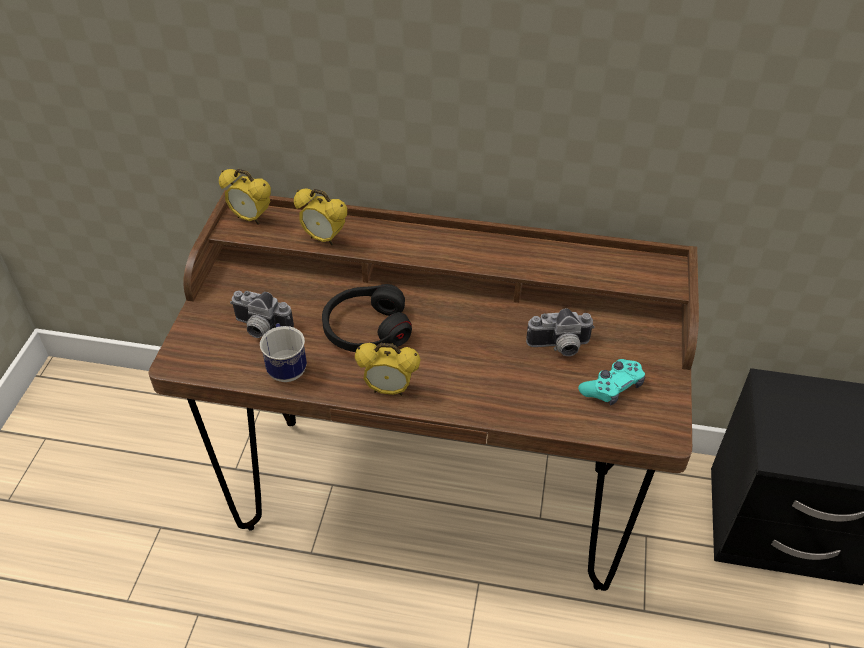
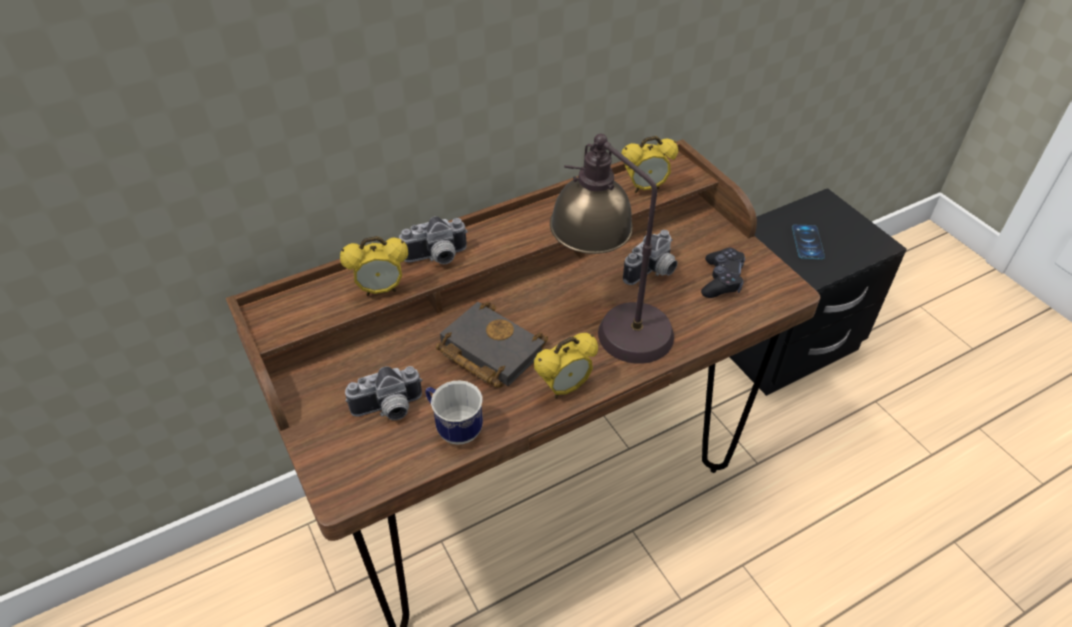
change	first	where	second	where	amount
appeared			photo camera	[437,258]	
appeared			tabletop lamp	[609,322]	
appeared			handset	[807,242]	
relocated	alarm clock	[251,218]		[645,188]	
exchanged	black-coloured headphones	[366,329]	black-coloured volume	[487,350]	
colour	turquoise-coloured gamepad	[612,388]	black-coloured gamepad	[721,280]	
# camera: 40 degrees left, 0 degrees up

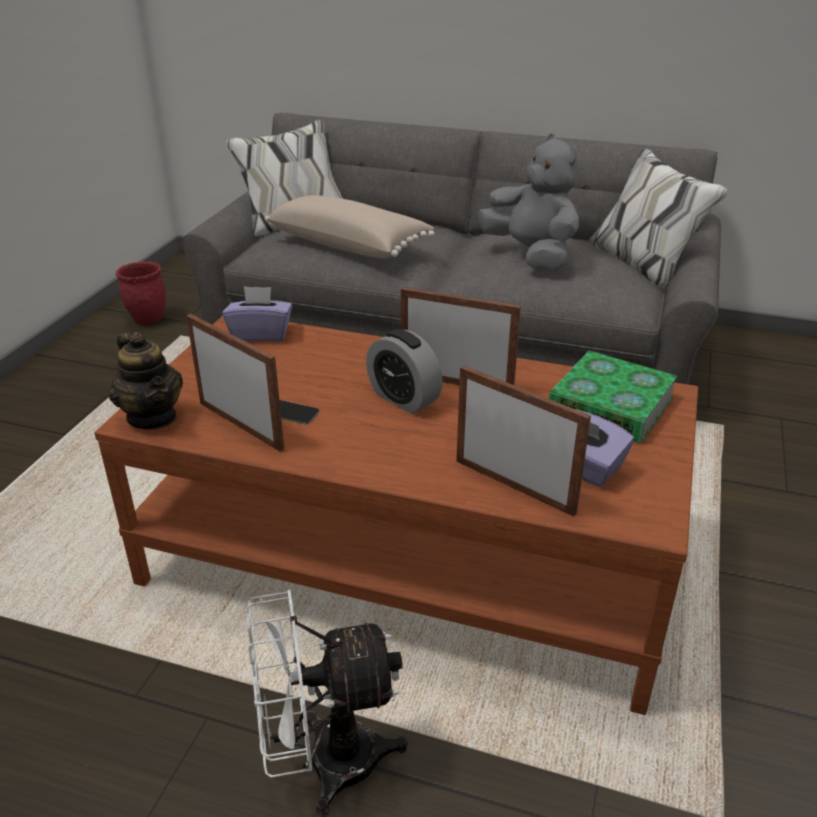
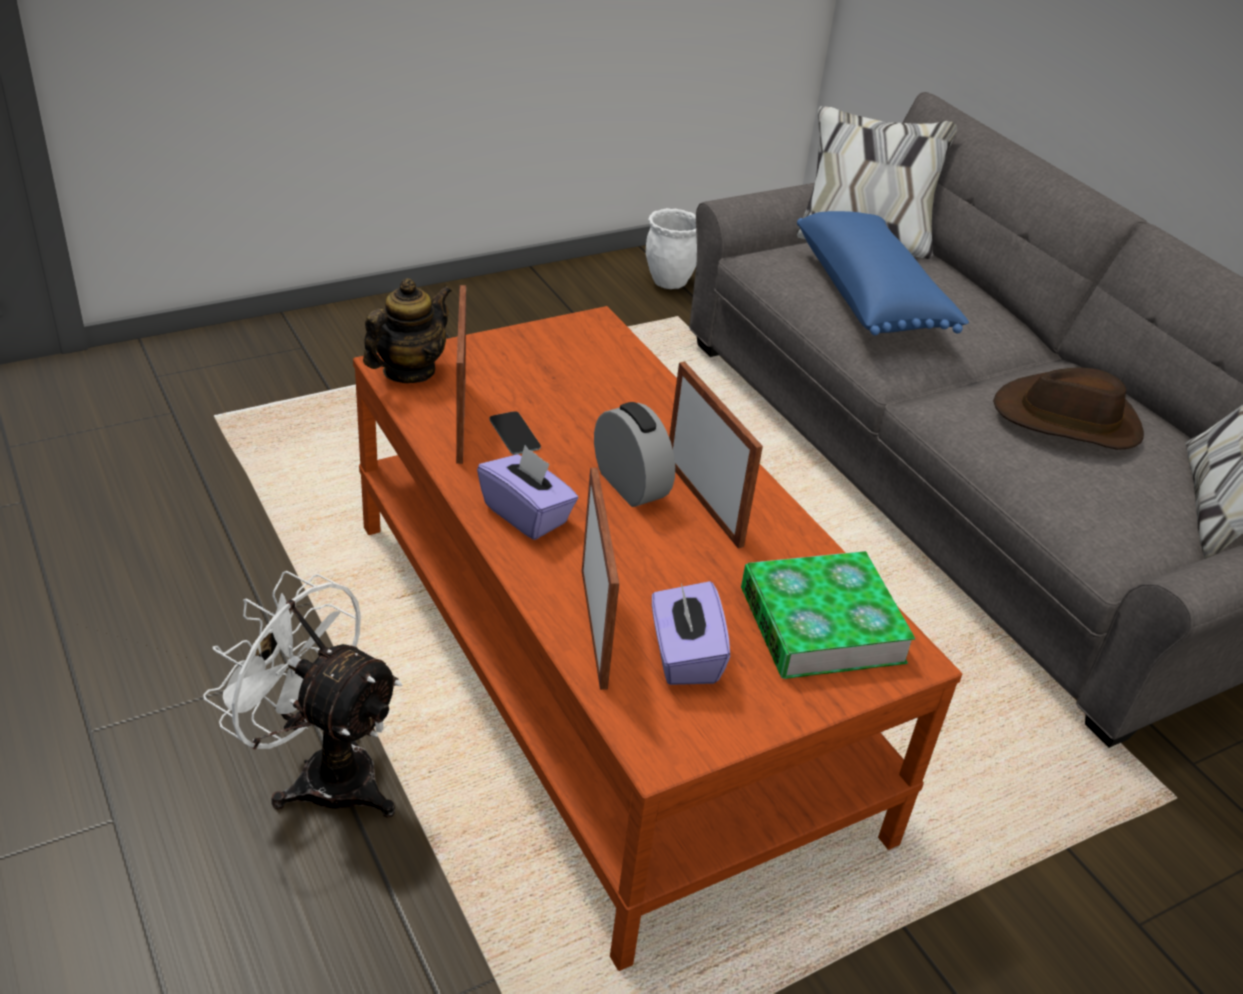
change	first	where	second	where	amount
relocated	purple-coloured box of tissues	[260,334]		[526,514]	
exchanged	gray cuddly toy	[531,256]	brownish hat	[1068,420]	
colour	red flower pot	[148,319]	white flower pot	[669,282]	
colour	beige pillow	[350,244]	blue-coloured pillow	[871,296]	
spun	tea pot	[153,417]		[408,371]	150 degrees counterclockwise
spun	alarm clock	[403,398]		[630,485]	150 degrees clockwise
# camera: 40 degrees right, 5 degrees up

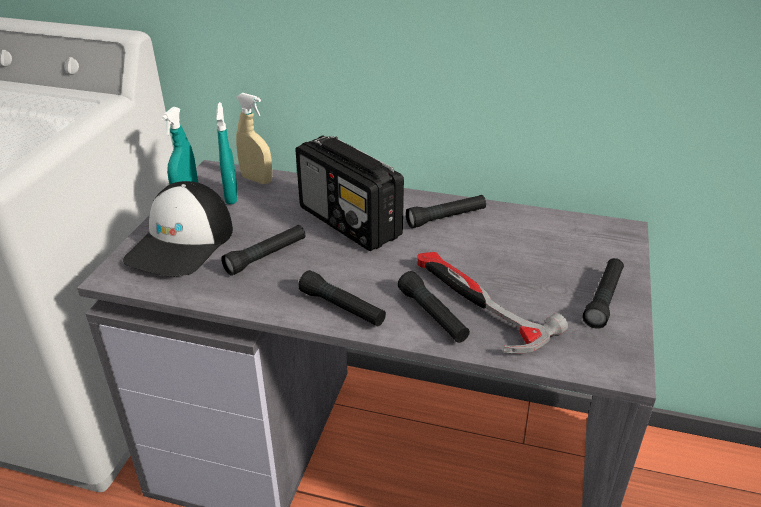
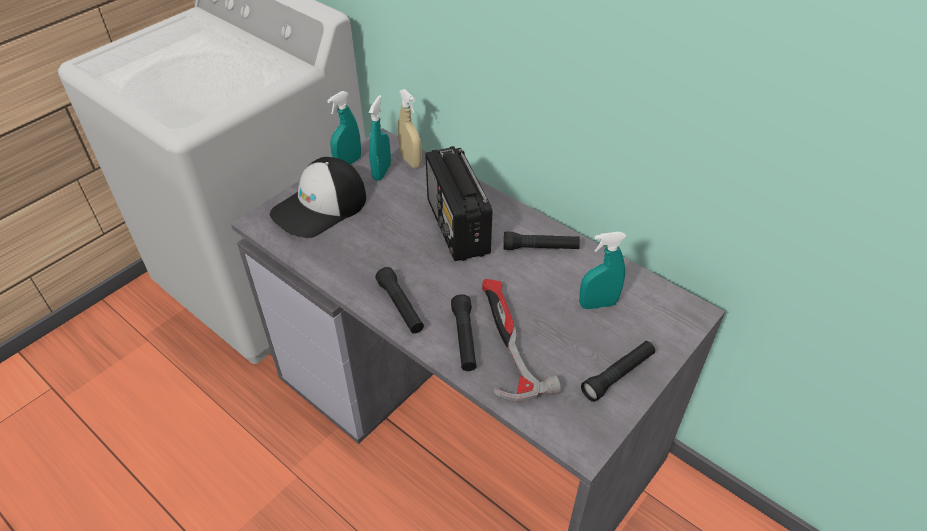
change	first	where	second	where	amount
missing	black-coloured flashlight	[266,256]			
appeared			turquoise-coloured hand sprayer	[598,304]	
# camera: 25 degrees right, 10 degrees up

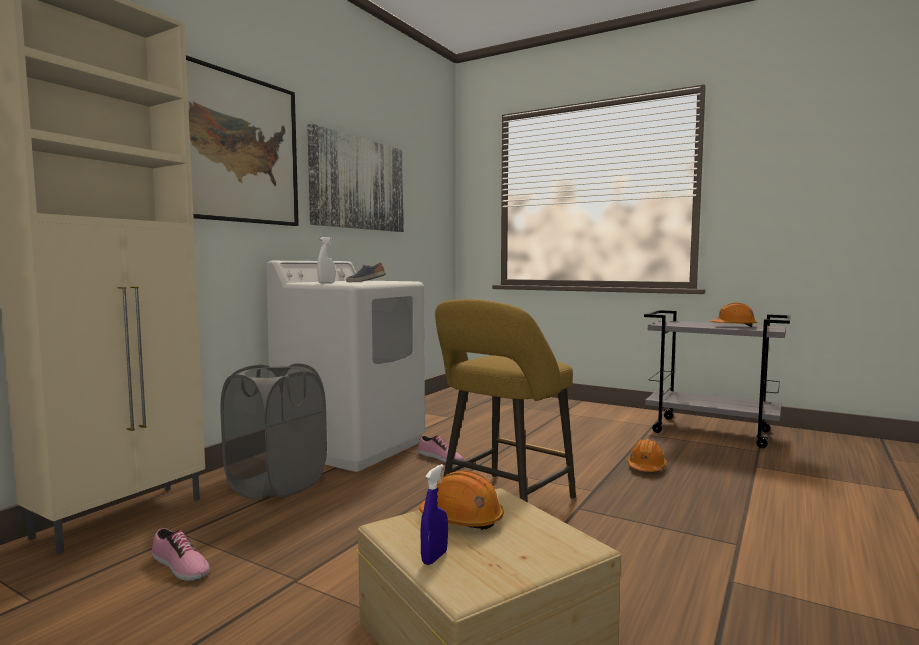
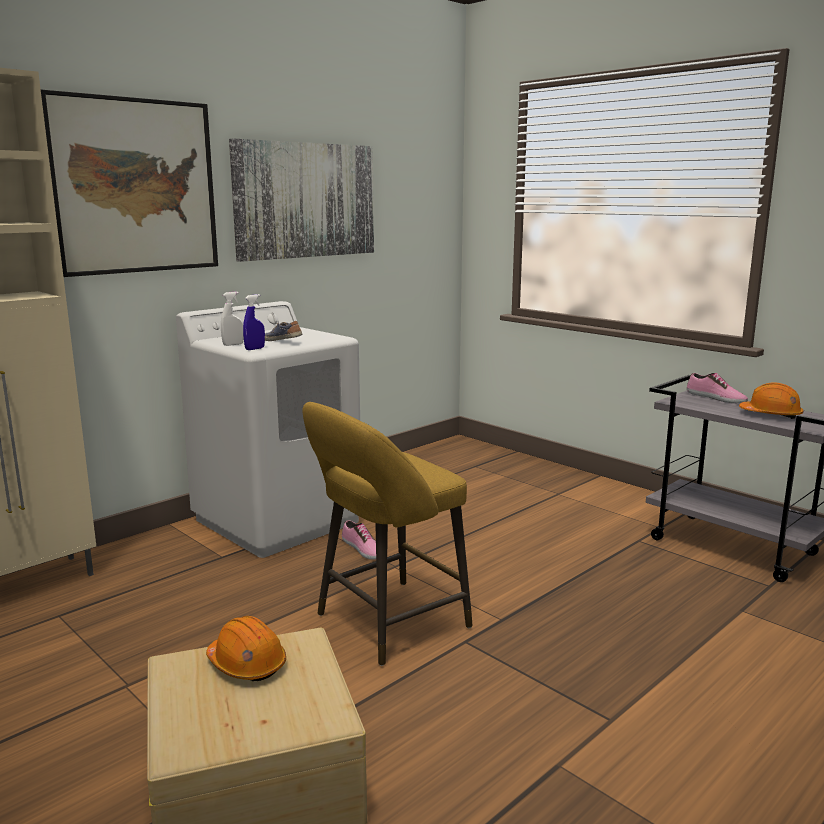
change	first	where	second	where	amount
missing	gray washing basket	[276,485]			
missing	orange-coloured hard hat	[646,467]			
relocated	shoe	[179,566]		[715,398]	
relocated	blue-coloured hand sprayer	[434,557]		[255,349]	
# camera: 15 degrees right, 10 degrees up

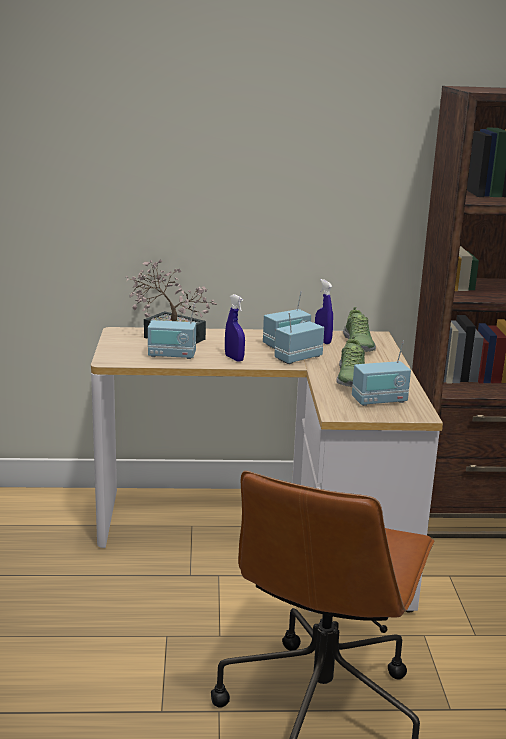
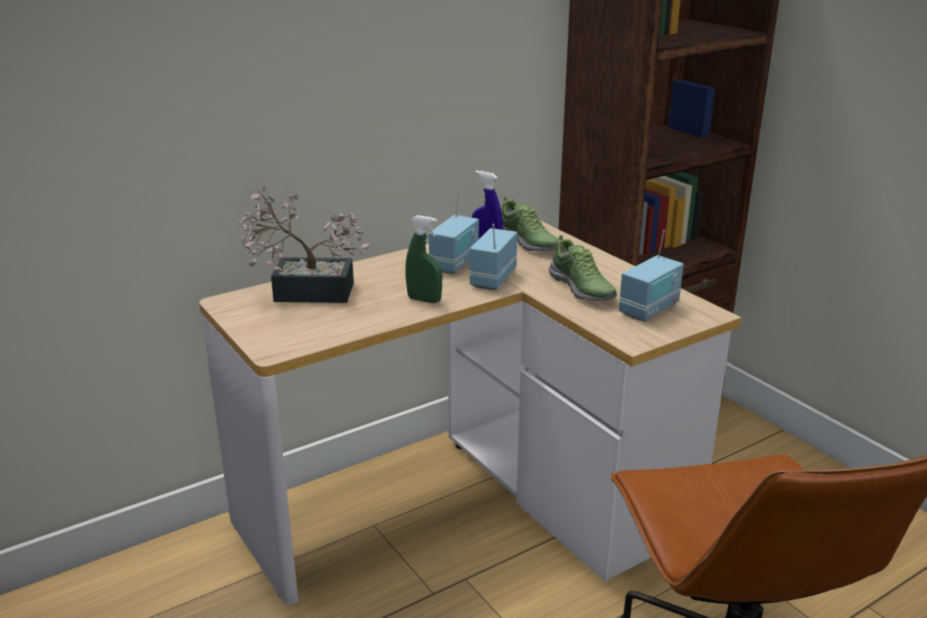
change	first	where	second	where	amount
missing	radio set	[172,355]			
colour	blue-coloured hand sprayer	[234,358]	green-coloured hand sprayer	[424,300]	
# camera: 30 degrees left, 5 degrees up

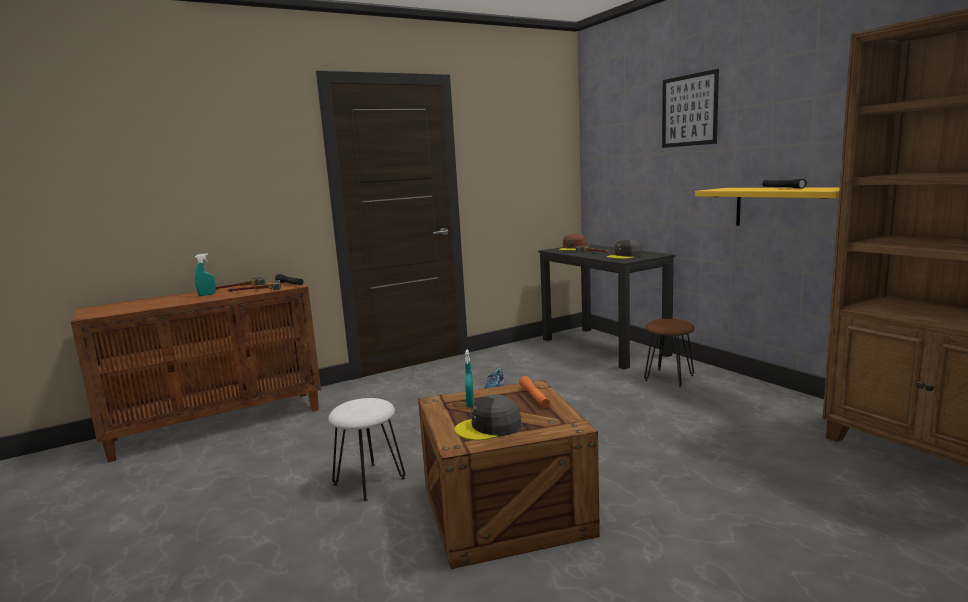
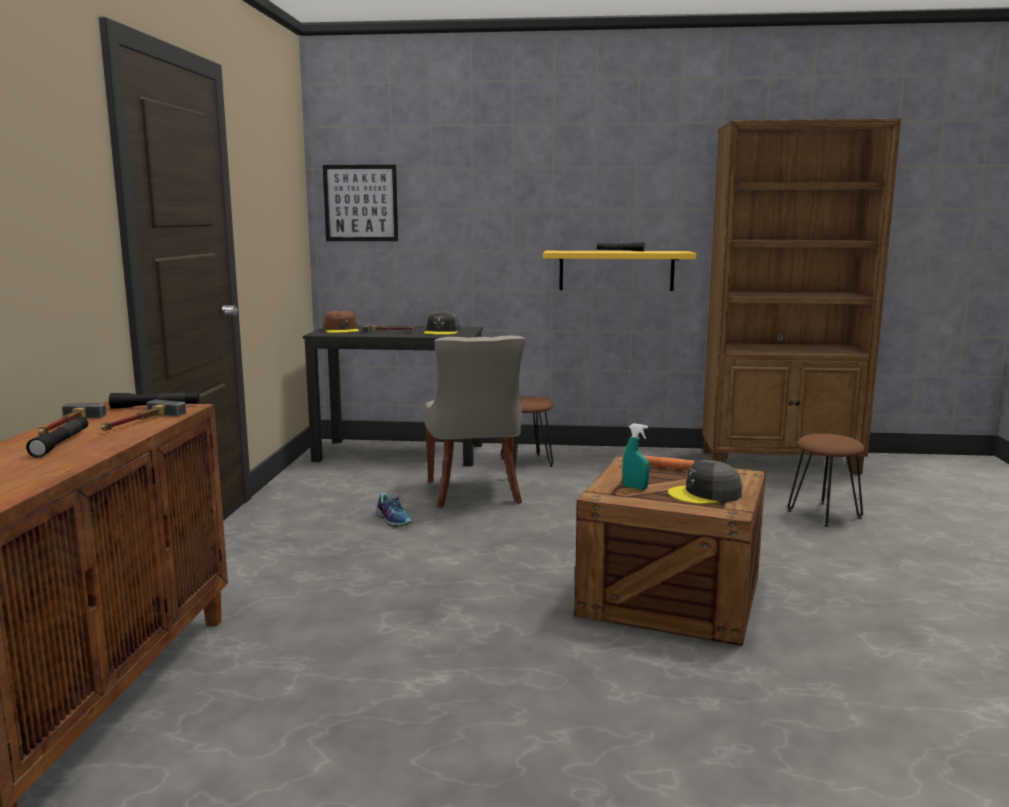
change	first	where	second	where	amount
missing	white stool seat	[370,481]			
appeared			gray chair	[475,493]	
appeared			brownish stool seat	[824,514]	
relocated	wall art	[689,110]		[361,203]	
exchanged	turquoise-coloured hand sprayer	[207,295]	black-coloured flashlight	[61,443]	
spun	gray baseball cap	[489,427]		[705,494]	60 degrees clockwise
# camera: 55 degrees left, 0 degrees up

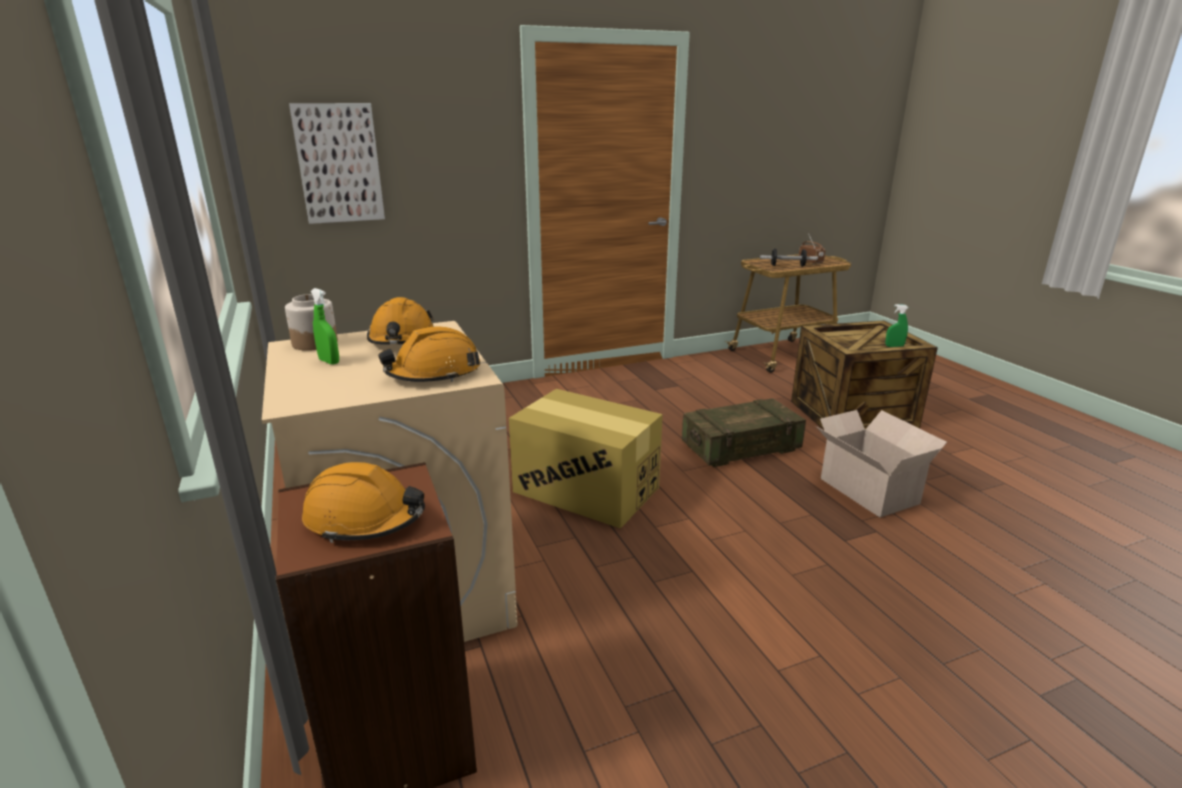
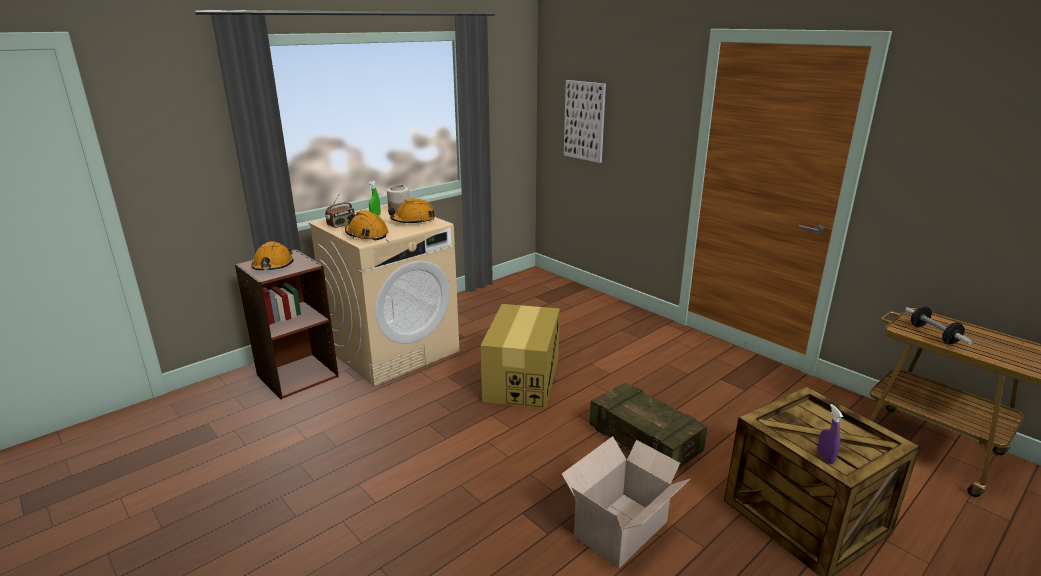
change	first	where	second	where	amount
relocated	radio set	[811,262]		[341,225]	
colour	green-coloured hand sprayer	[894,346]	purple-coloured hand sprayer	[825,457]	
# camera: 70 degrees right, 0 degrees up

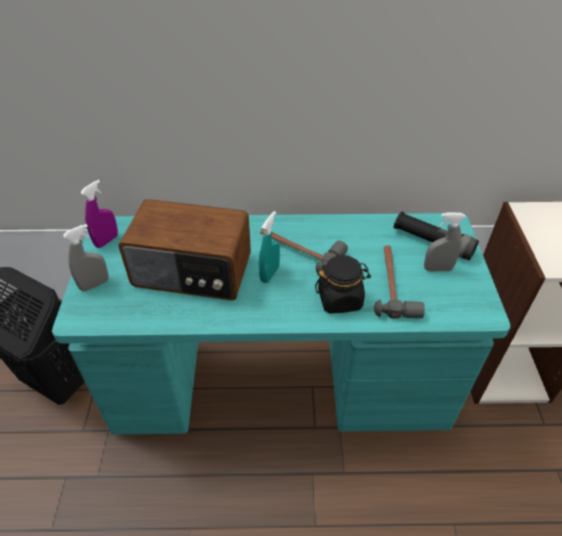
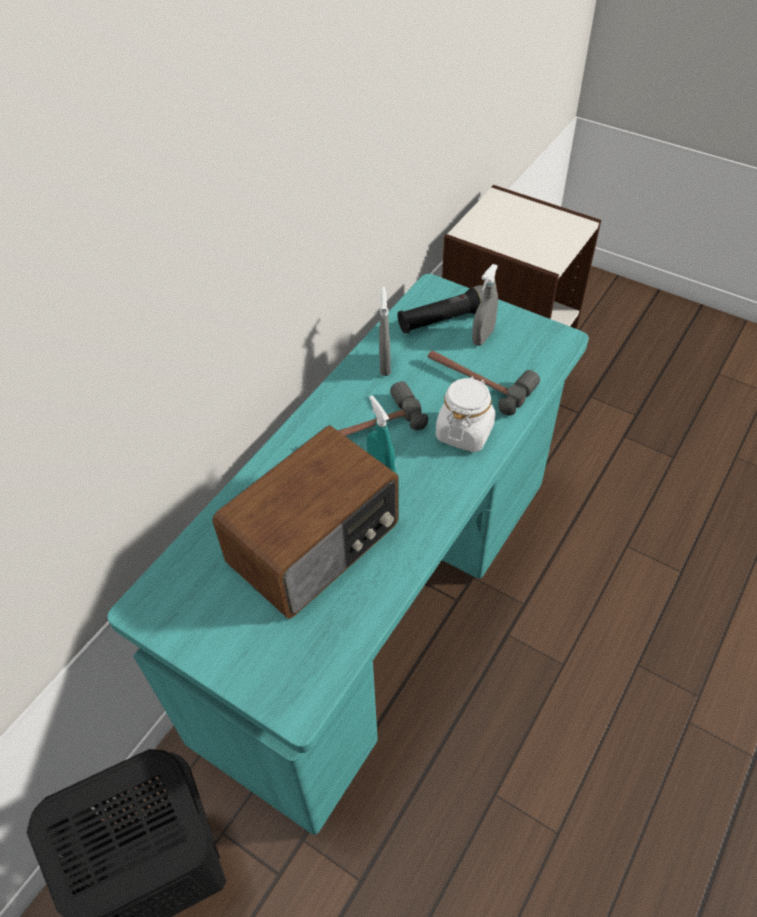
change	first	where	second	where	amount
missing	purple-coloured hand sprayer	[107,241]			
relocated	gray hand sprayer	[94,284]		[385,365]	
colour	black-coloured storage jar	[340,299]	white storage jar	[464,432]	
# camera: 55 degrees left, 5 degrees up

